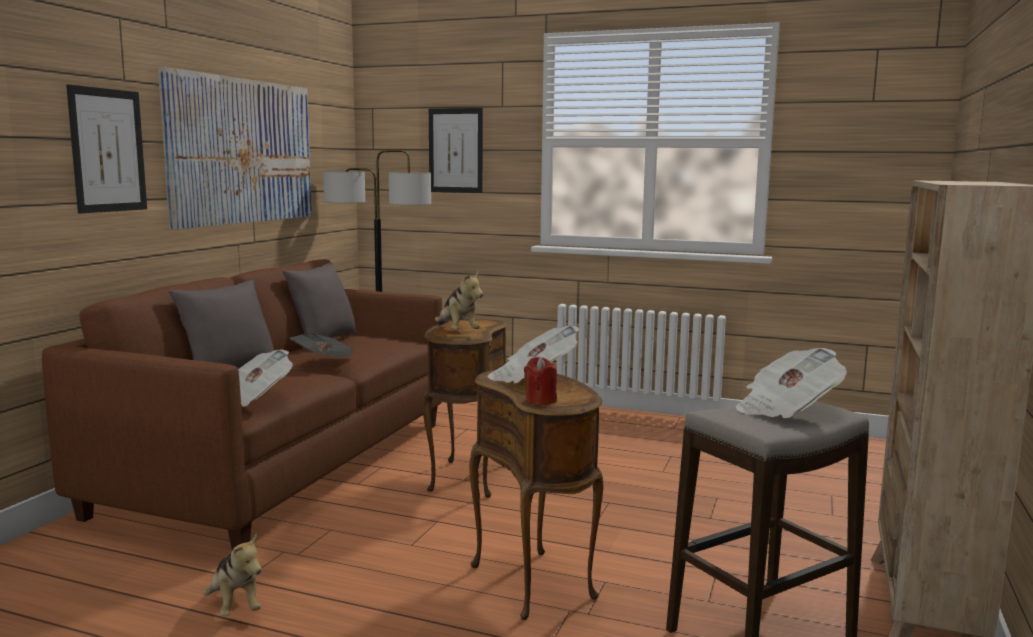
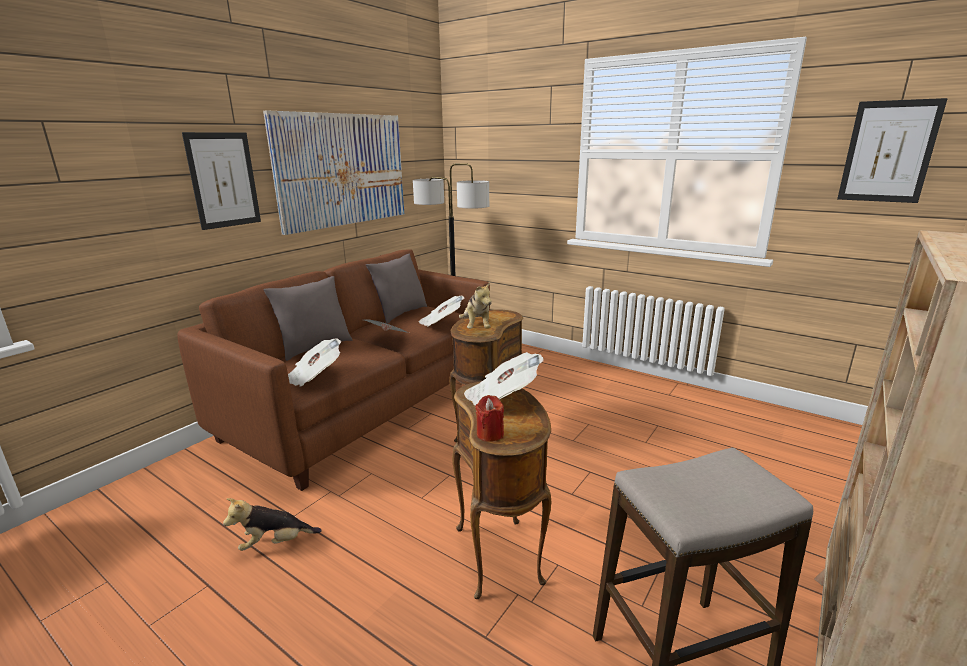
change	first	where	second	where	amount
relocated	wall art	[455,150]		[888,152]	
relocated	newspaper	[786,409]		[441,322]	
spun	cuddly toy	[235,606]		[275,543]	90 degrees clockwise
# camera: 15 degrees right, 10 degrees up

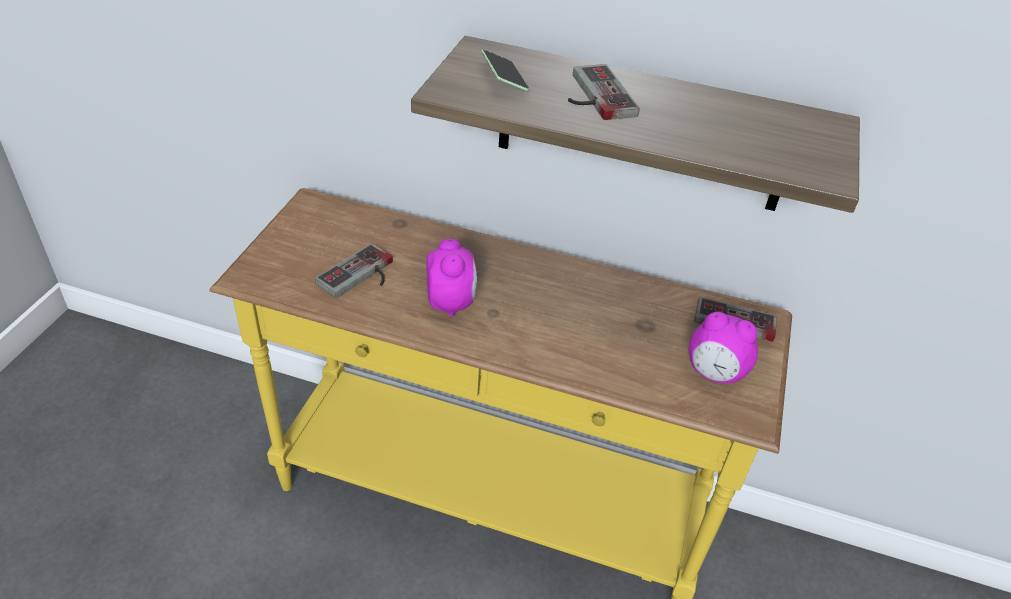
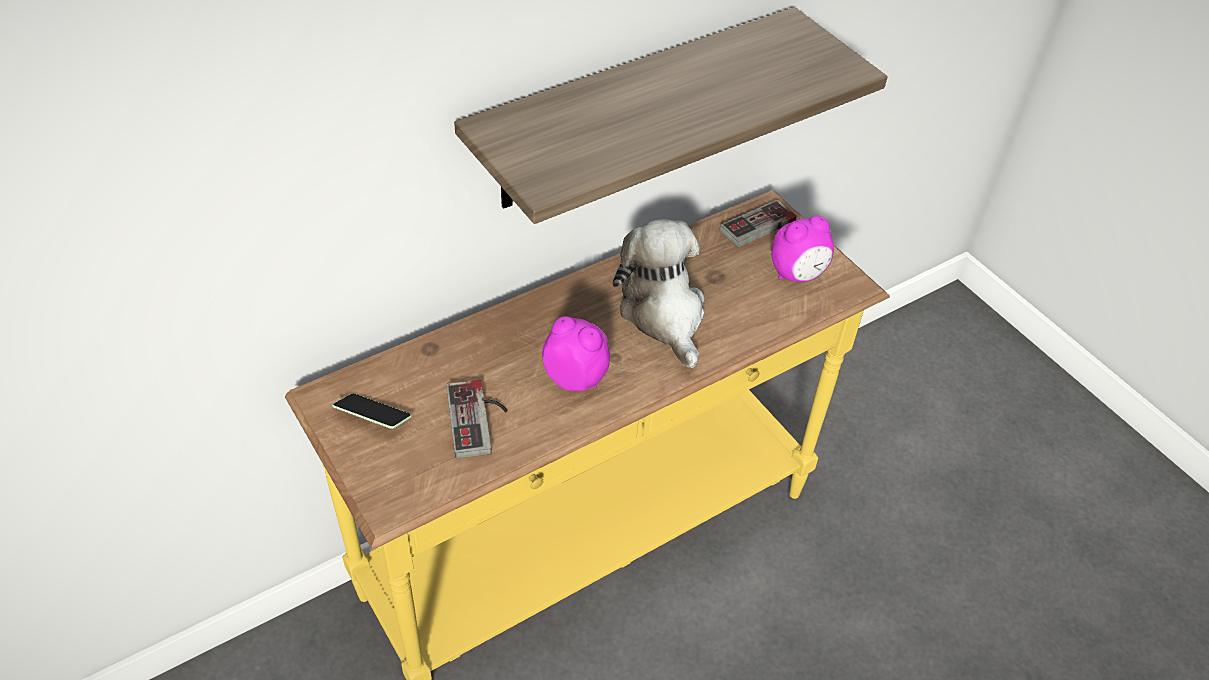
change	first	where	second	where	amount
missing	gamepad	[593,96]			
appeared			cuddly toy	[664,314]	
relocated	handset	[504,80]		[373,417]	
# camera: 50 degrees left, 5 degrees up

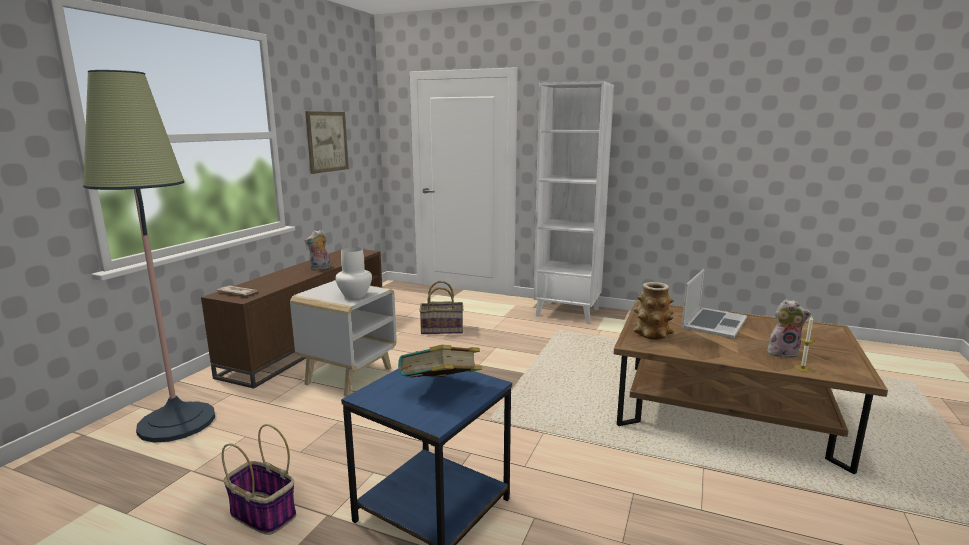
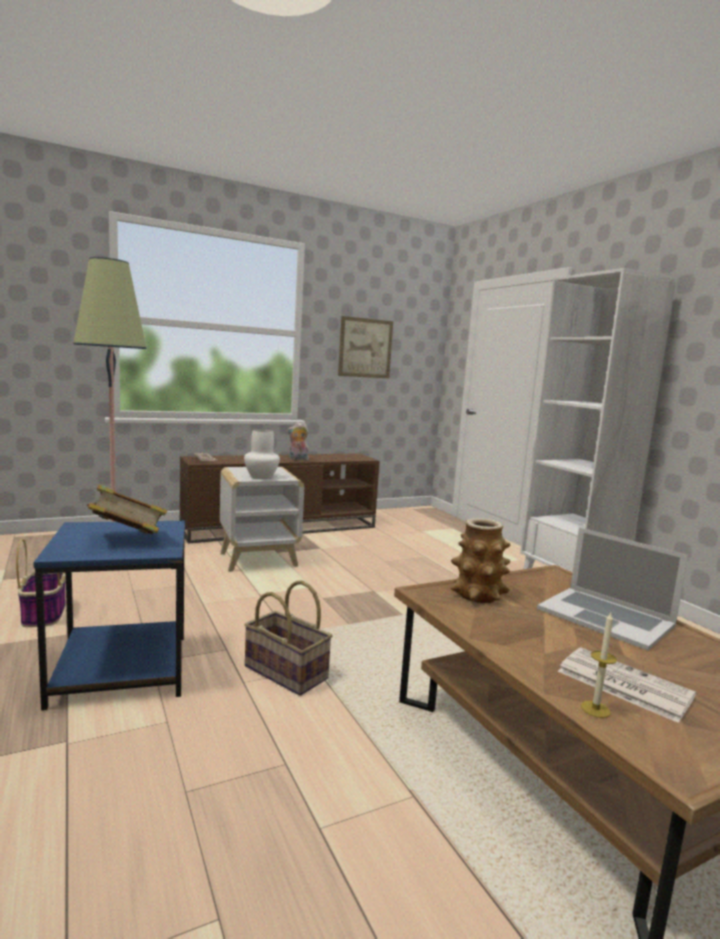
change	first	where	second	where	amount
relocated	storage basket	[442,329]		[287,672]	
exchanged	cuddly toy	[783,353]	newspaper	[622,683]	
spun	portable computer	[713,322]		[605,617]	60 degrees clockwise
# camera: 40 degrees right, 5 degrees down

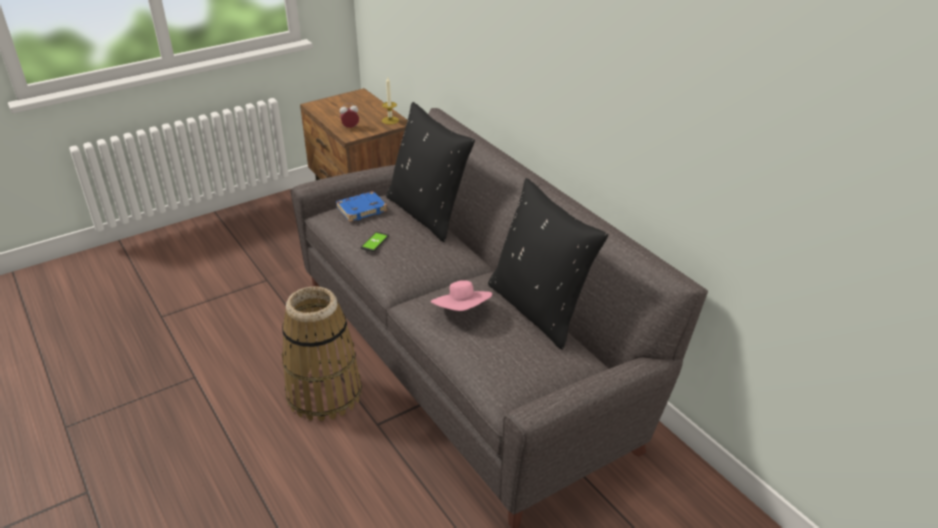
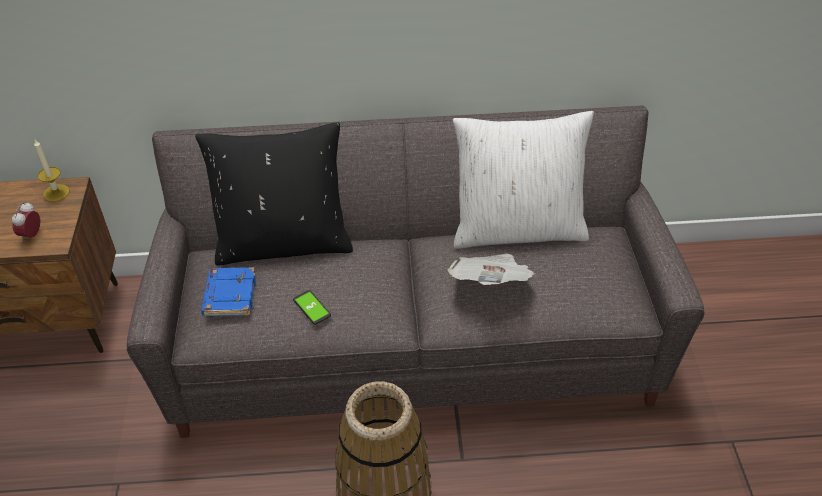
change	first	where	second	where	amount
exchanged	pink-coloured hat	[462,311]	newspaper	[491,284]	
colour	black-coloured pillow	[539,308]	white pillow	[517,229]	
# camera: 60 degrees left, 10 degrees up

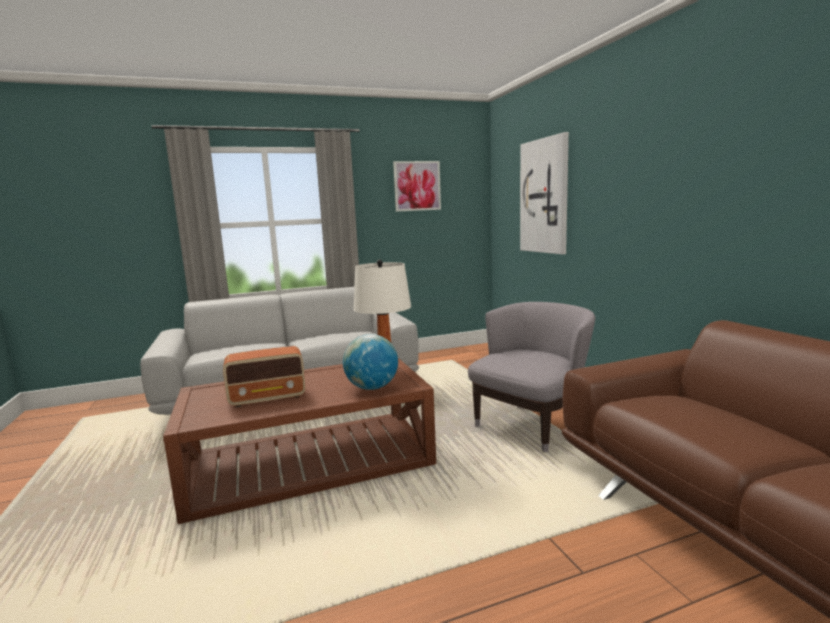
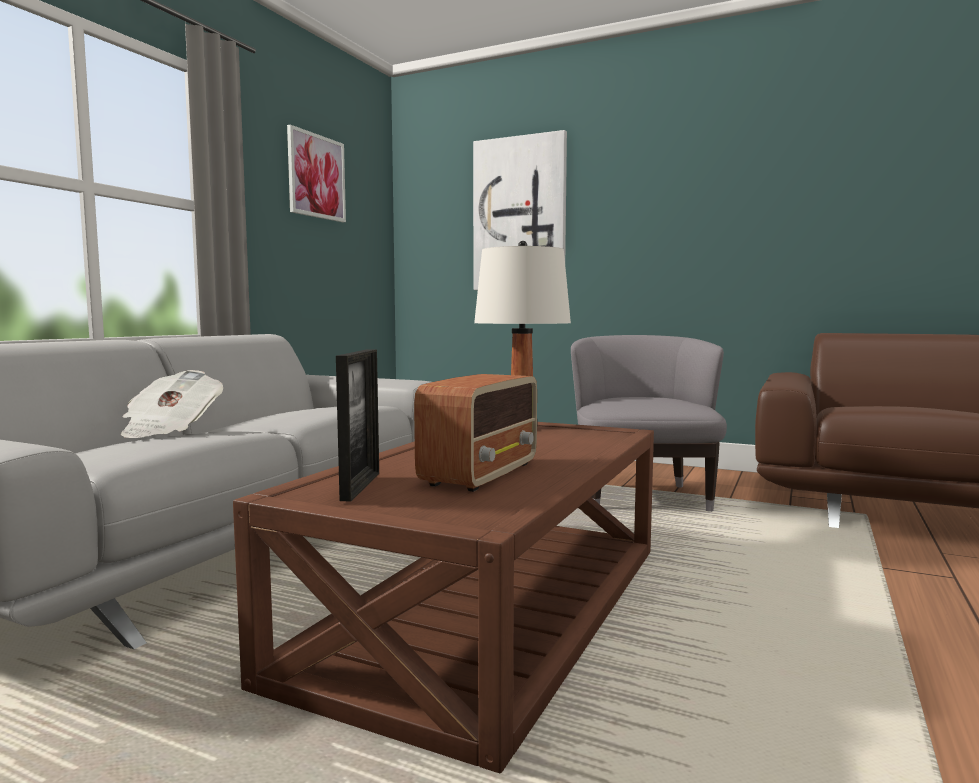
change	first	where	second	where	amount
missing	desk globe	[372,388]			
appeared			newspaper	[170,429]	
appeared			standing frame	[361,486]	
# camera: 45 degrees left, 5 degrees down

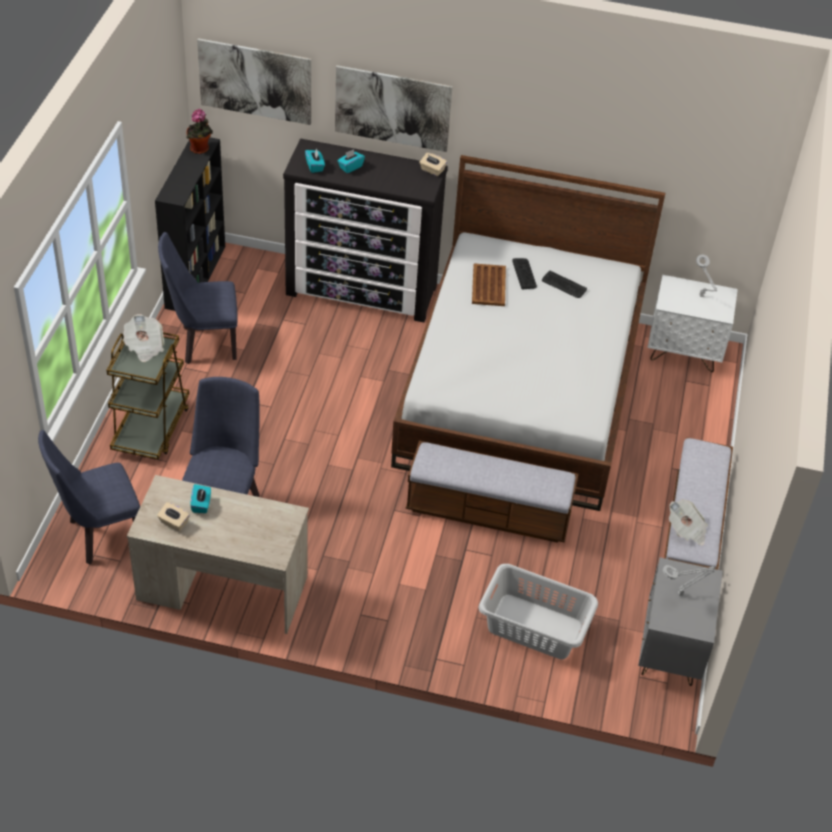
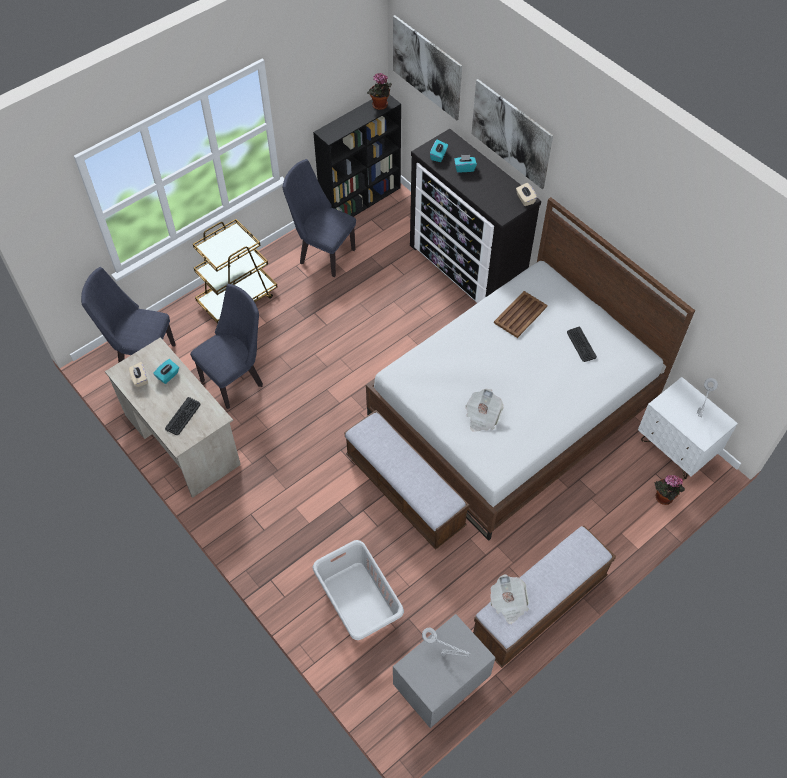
change	first	where	second	where	amount
appeared			houseplant	[663,498]	
relocated	newspaper	[144,346]		[482,416]	
relocated	computer keyboard	[524,274]		[183,416]	
# camera: 40 degrees right, 10 degrees up

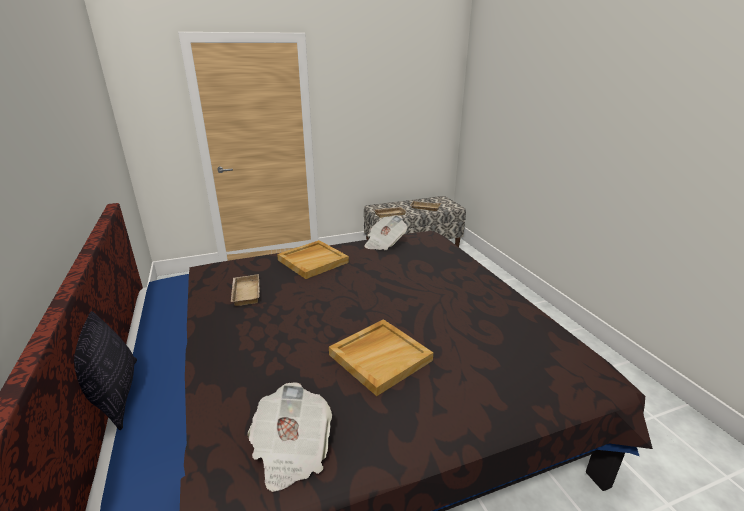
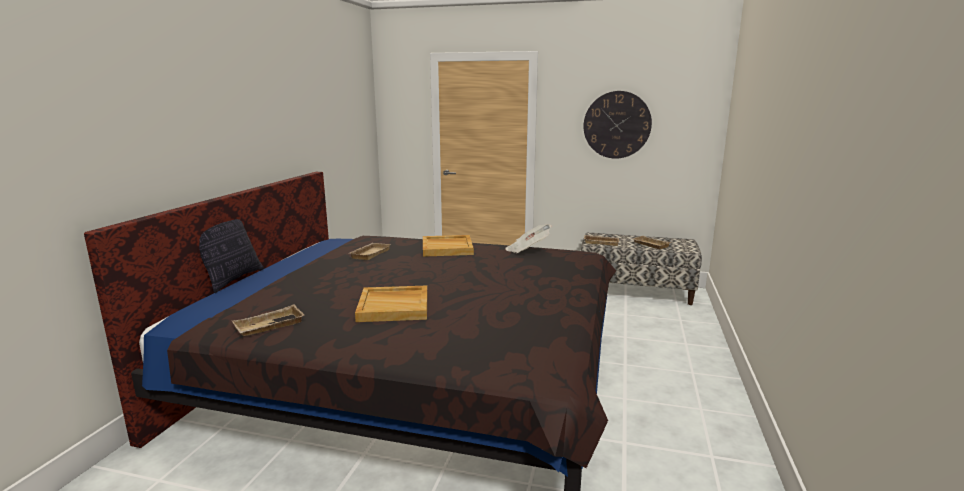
change	first	where	second	where	amount
appeared			clock on the wall	[617,125]	
exchanged	newspaper	[291,451]	beige tray	[269,326]	
# camera: 35 degrees right, 10 degrees down

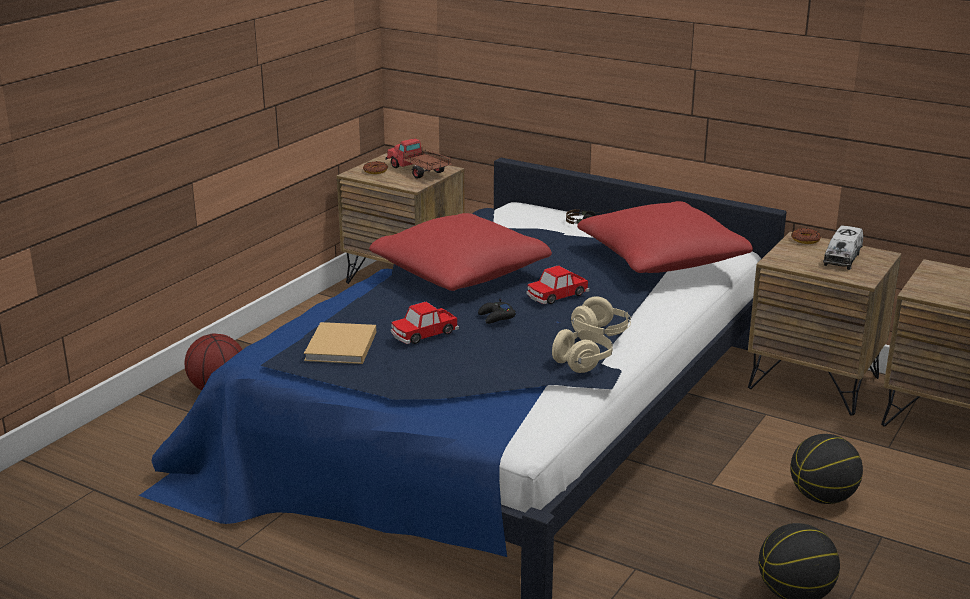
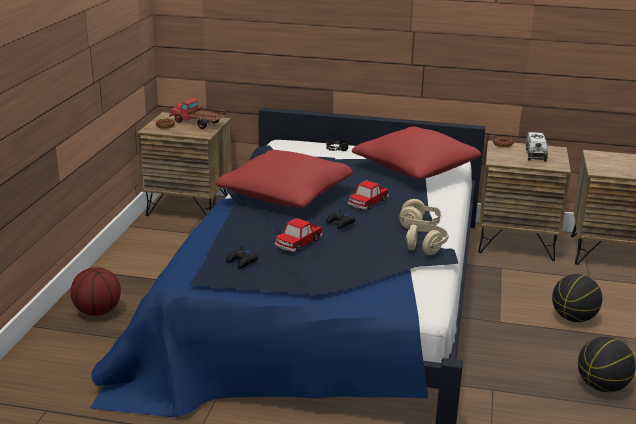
change	first	where	second	where	amount
exchanged	beige volume	[340,347]	black-coloured gamepad	[242,262]	
# camera: 20 degrees left, 0 degrees up

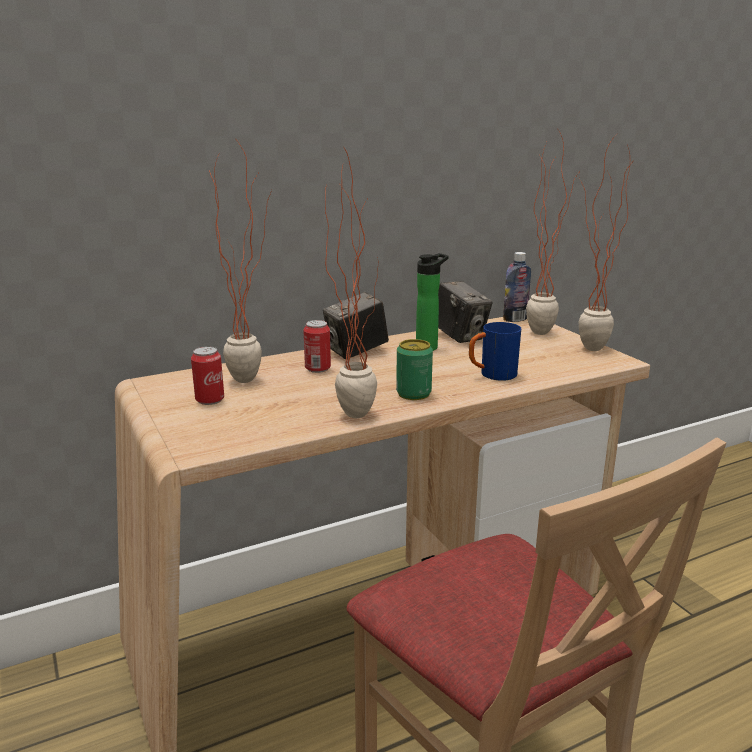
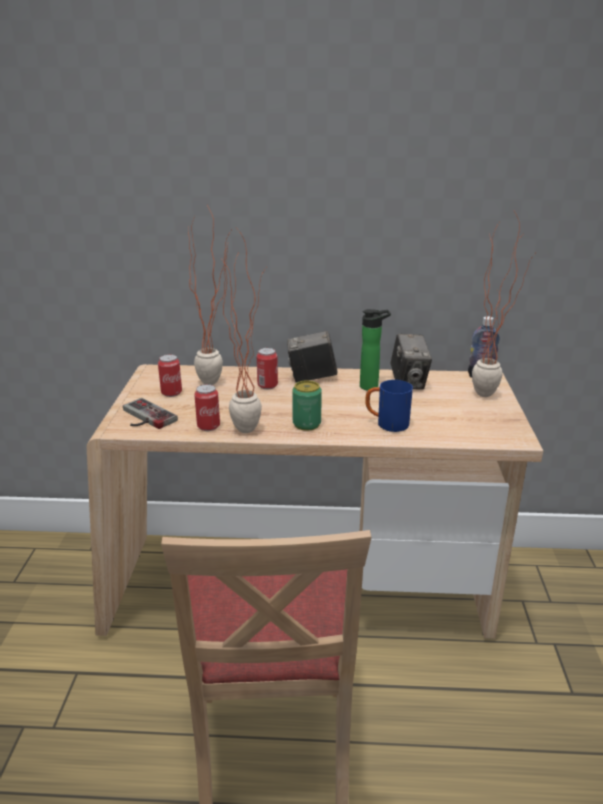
change	first	where	second	where	amount
missing	houseplant	[586,351]			
appeared			gamepad	[144,418]	
appeared			sealed can	[208,426]	
# camera: 30 degrees right, 5 degrees up

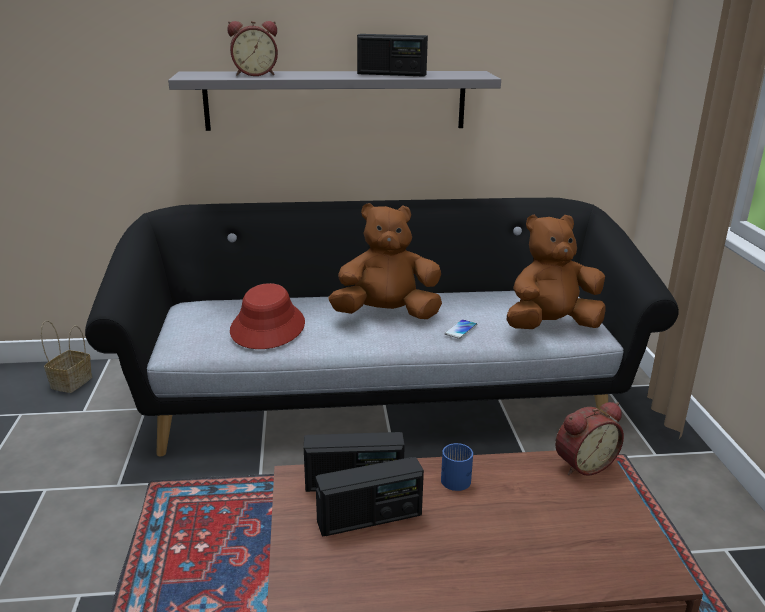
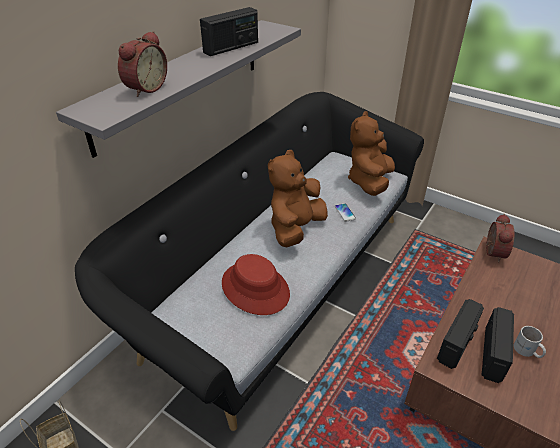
change	first	where	second	where	amount
missing	blue-coloured mug	[458,477]			
appeared			white mug	[527,351]	
# camera: 50 degrees left, 15 degrees up

